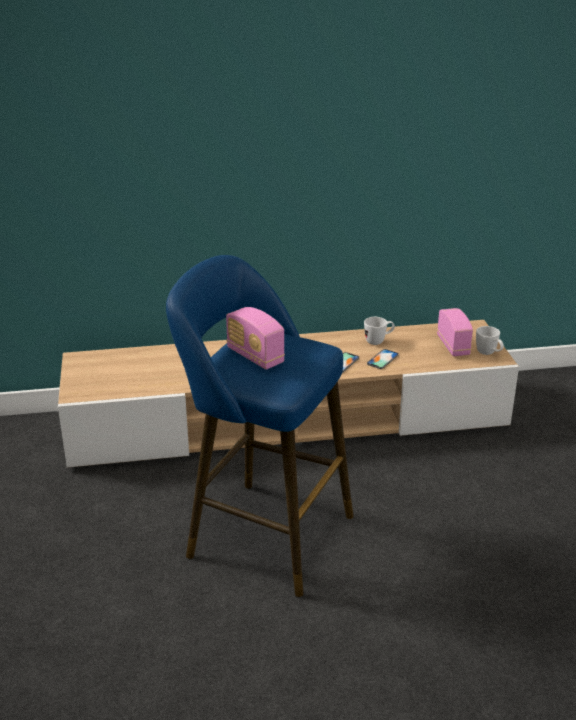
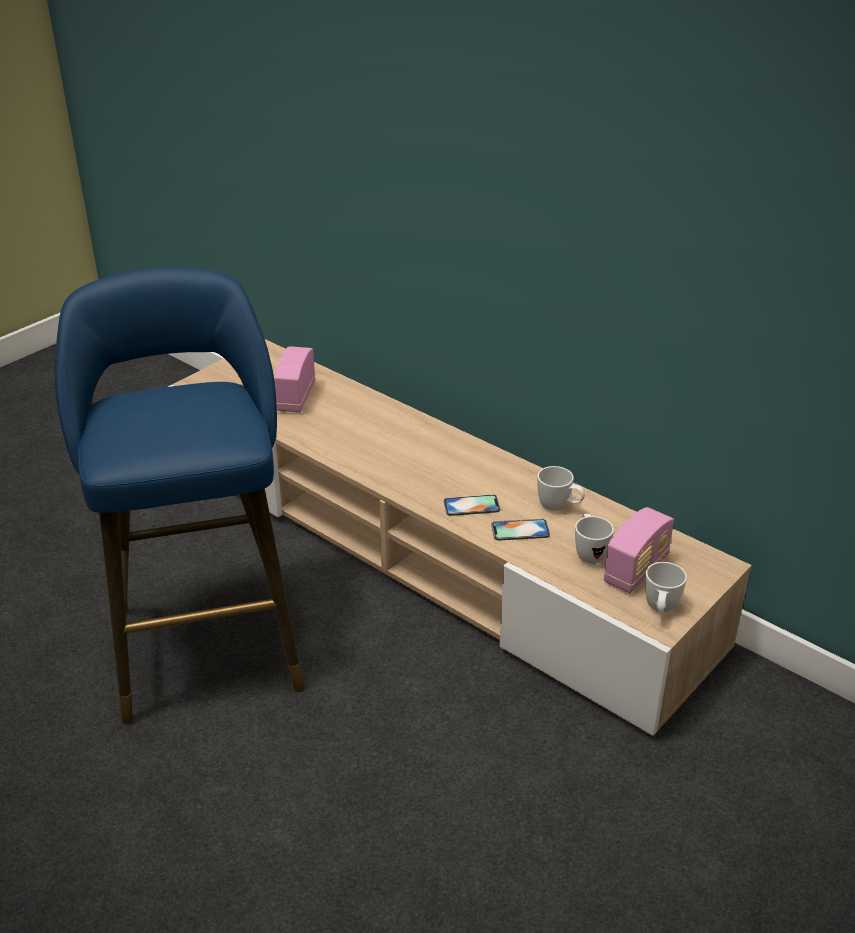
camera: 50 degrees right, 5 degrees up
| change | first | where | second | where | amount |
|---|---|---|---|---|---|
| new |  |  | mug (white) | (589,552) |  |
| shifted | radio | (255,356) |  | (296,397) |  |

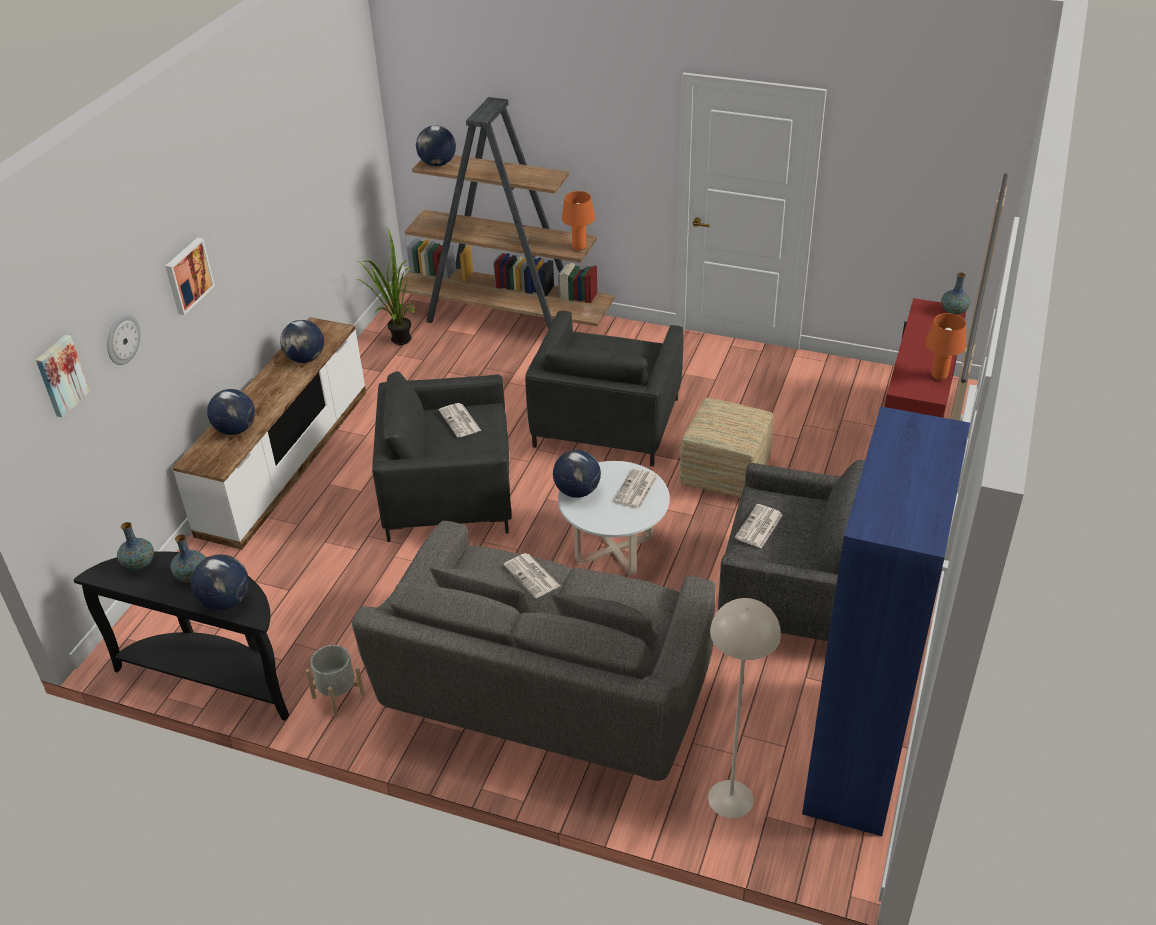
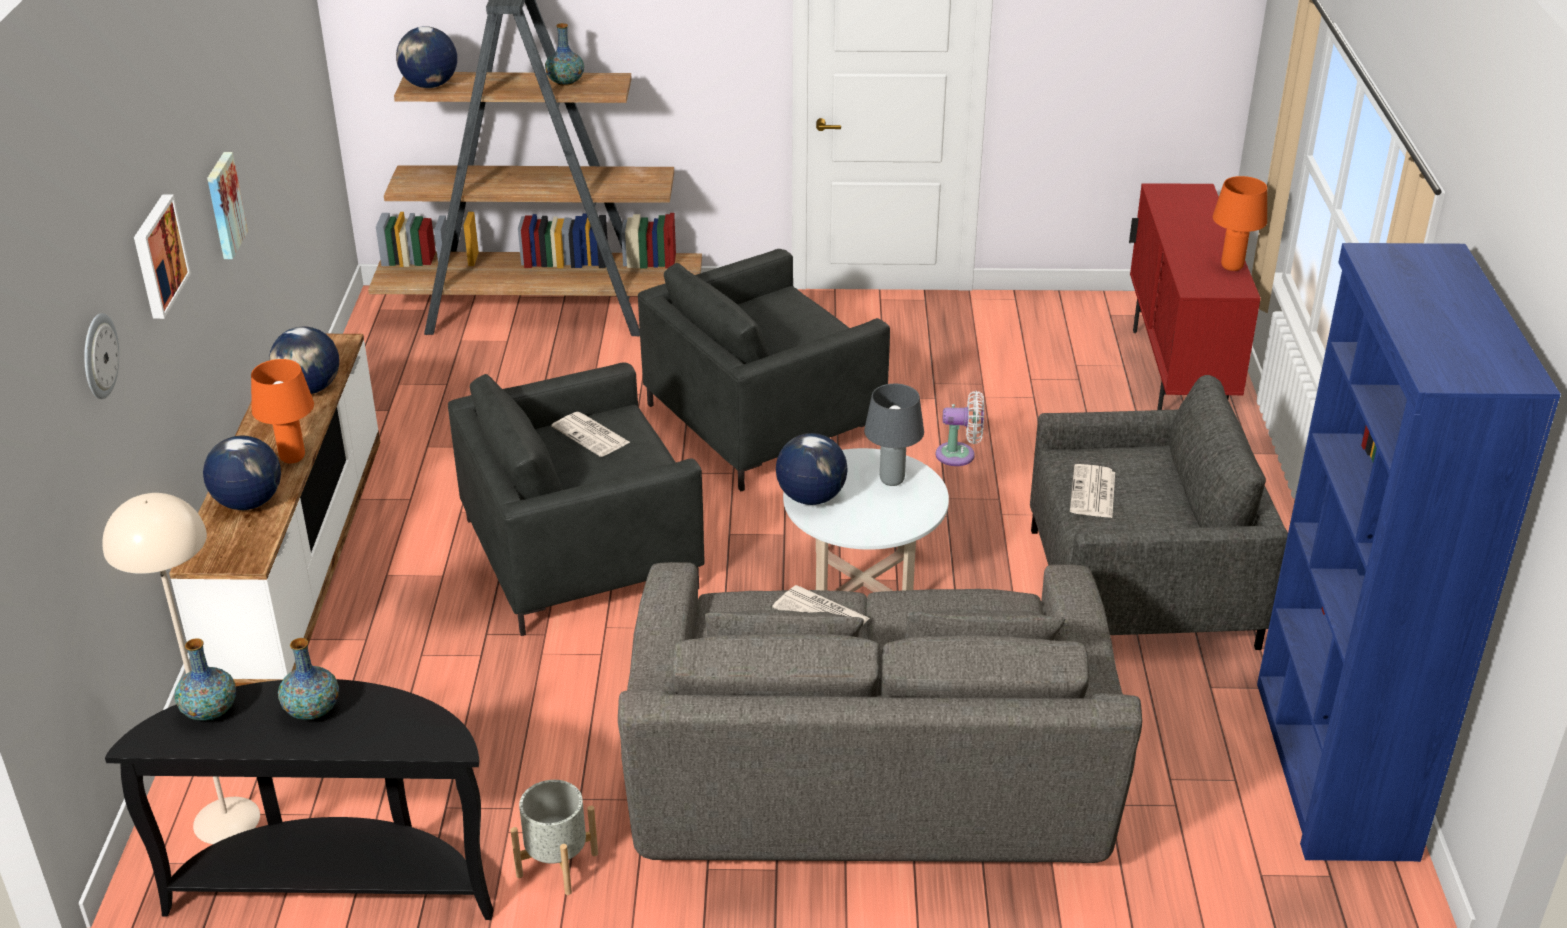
camera: 20 degrees left, 5 degrees down
| change | first | where | second | where | amount |
|---|---|---|---|---|---|
| gone | globe | (226,601) |  |  |  |
| gone | potted plant | (396,341) |  |  |  |
| shifted | picture | (60,375) |  | (223,205) |  |
| shifted | table lamp (orange) | (578,247) |  | (292,458) |  |
| shifted | floor lamp (beige) | (730,798) |  | (226,820) |  |
| shifted | vase | (953,311) |  | (565,82) |  |
| swapped | newspaper | (636,490) | table lamp (grey) | (892,481) |  |
| swapped | ottoman | (724,472) | fan (white) | (960,455) |  |
| rotated | armchair (grey) | (606,422) |  | (761,421) | 60 degrees clockwise |

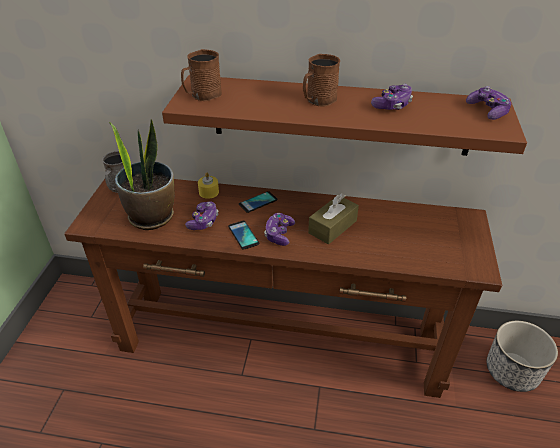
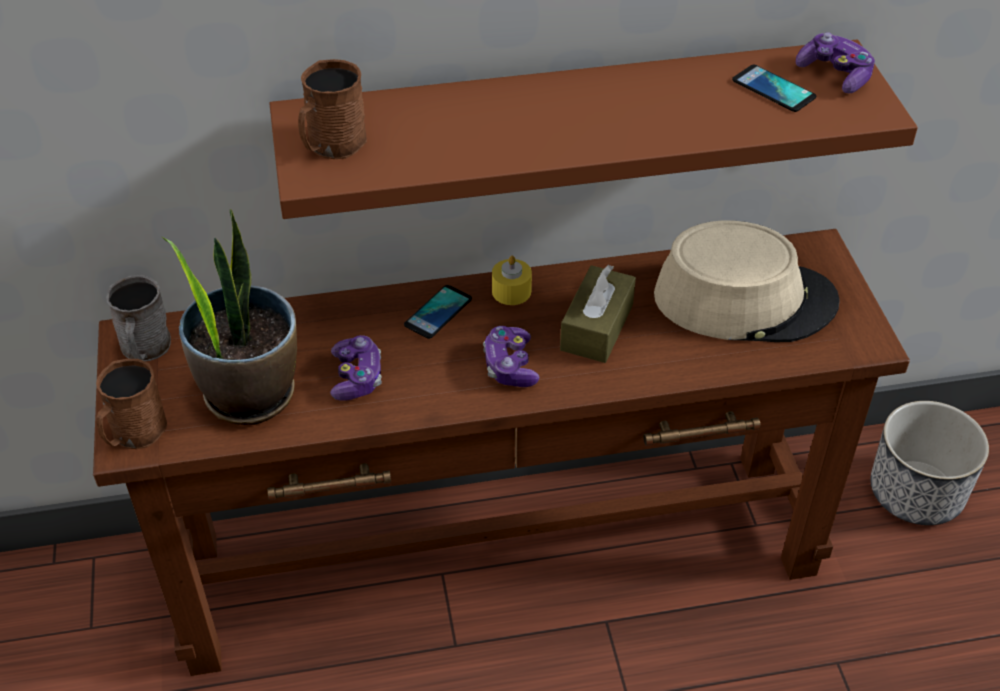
camera: 20 degrees left, 5 degrees up
| change | first | where | second | where | amount |
|---|---|---|---|---|---|
| gone | game controller | (392,105) |  |  |  |
| new |  |  | hat (beige) | (744,299) |  |
| shifted | candle (yellow) | (209,192) |  | (511,291) |  |
| shifted | phone | (243,235) |  | (773,89) |  |
| shifted | mug (brown) | (318,100) |  | (134,434) |  |

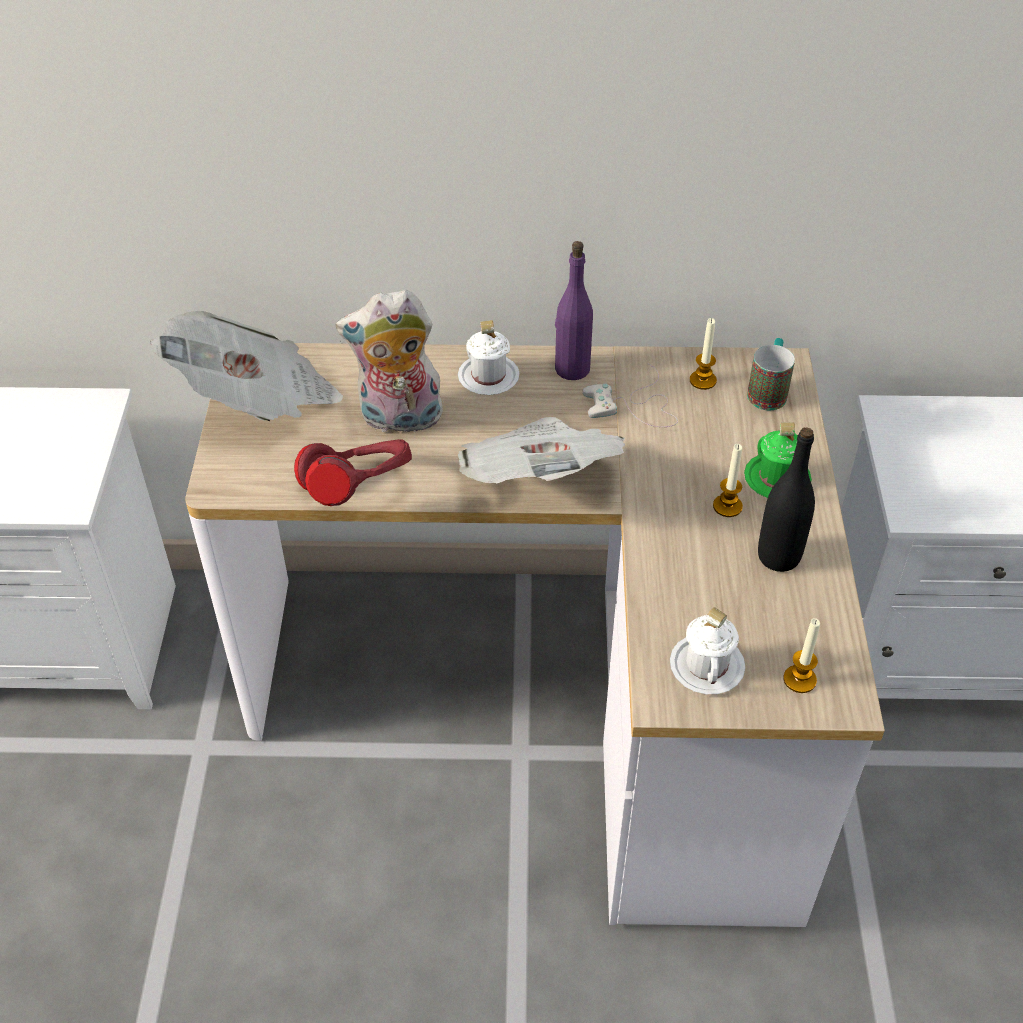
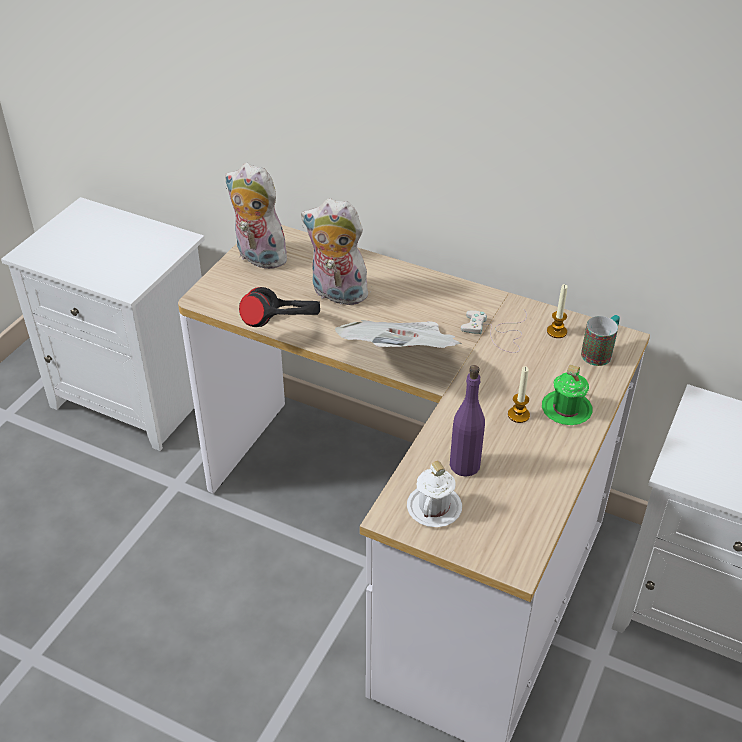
camera: 25 degrees right, 5 degrees down
| change | first | where | second | where | amount |
|---|---|---|---|---|---|
| gone | mug (white) | (488,377) |  |  |  |
| gone | bottle (black) | (778,557) |  |  |  |
| gone | candle | (799,679) |  |  |  |
| shifted | bottle (purple) | (572,368) |  | (464,465) |  |
| swapped | newspaper | (257,400) | plush toy | (257,257) |  |
| repainted | headphones (red) | (358,492) | headphones (black) | (282,328) |  |

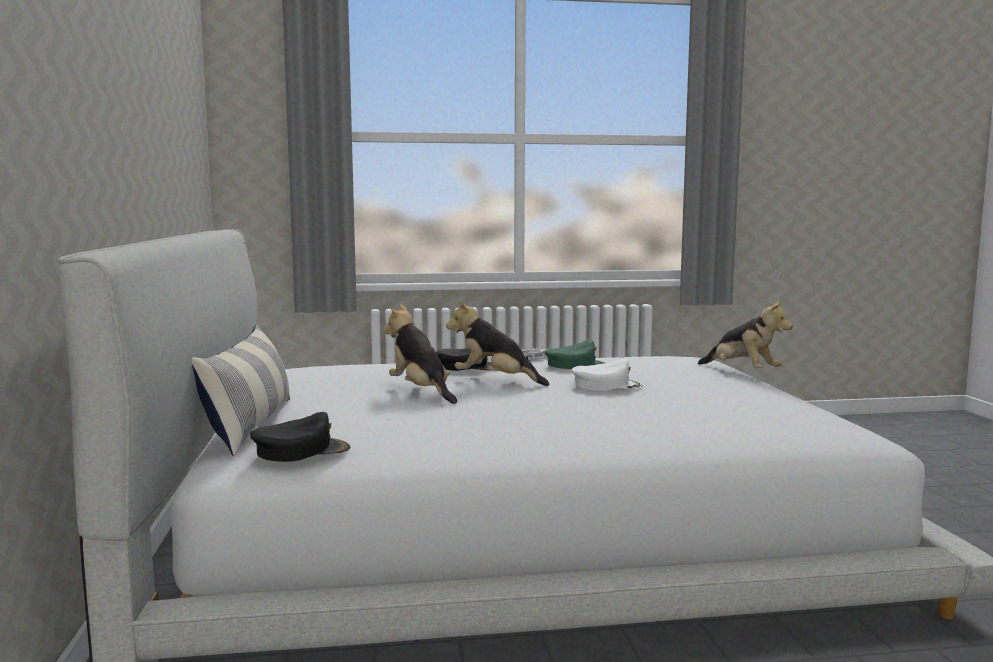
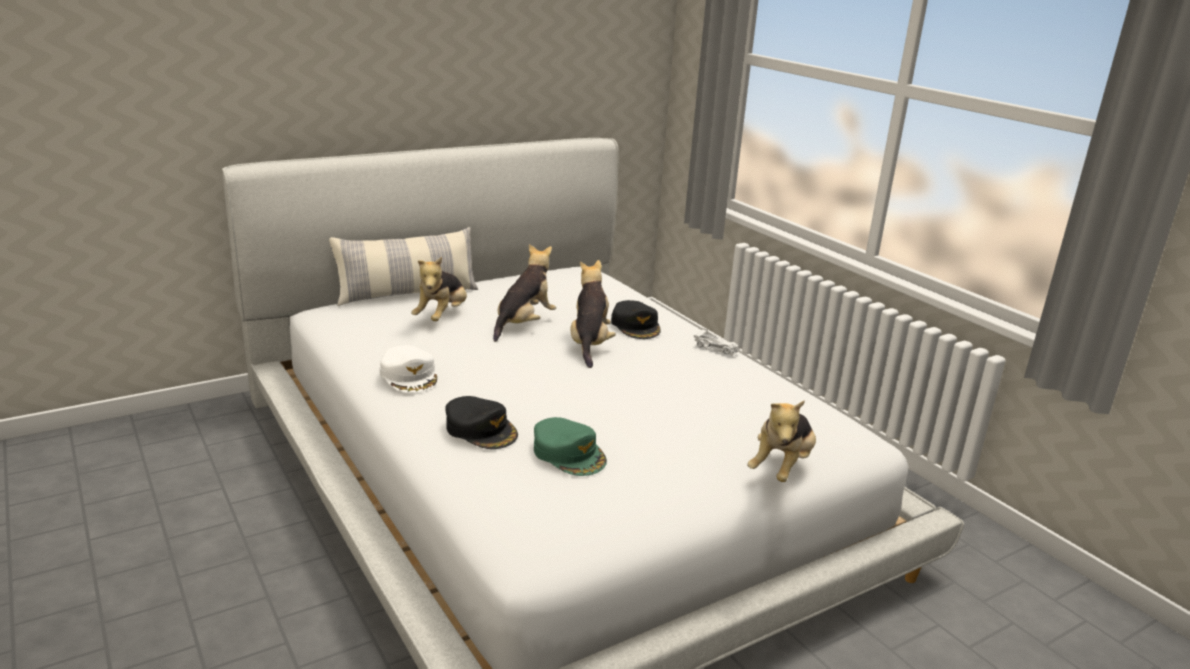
camera: 65 degrees right, 15 degrees up
| change | first | where | second | where | amount |
|---|---|---|---|---|---|
| new |  |  | plush toy | (442,316) |  |
| shifted | cap (black) | (301,451) |  | (481,429) |  |
| shifted | cap (green) | (575,365) |  | (569,454) |  |
| shifted | cap (white) | (607,385) |  | (409,376) |  |

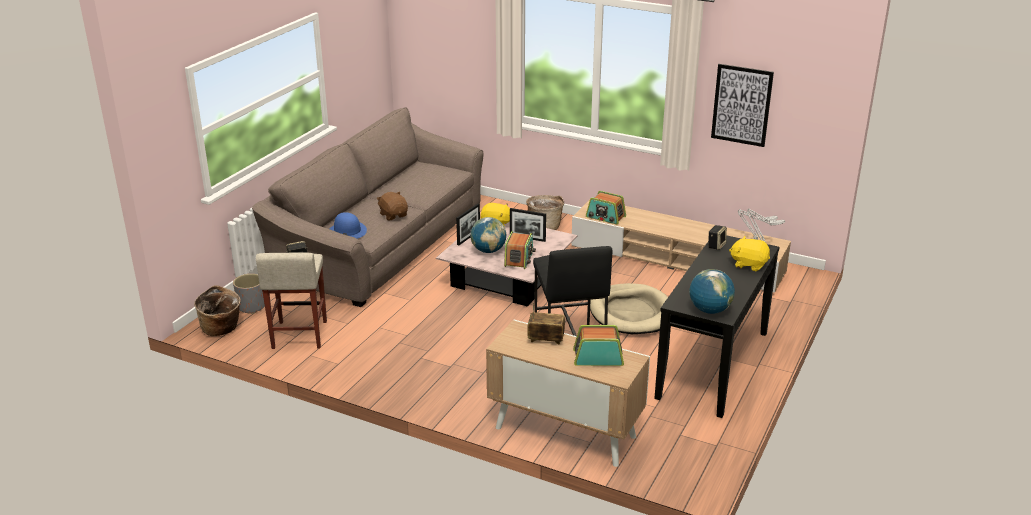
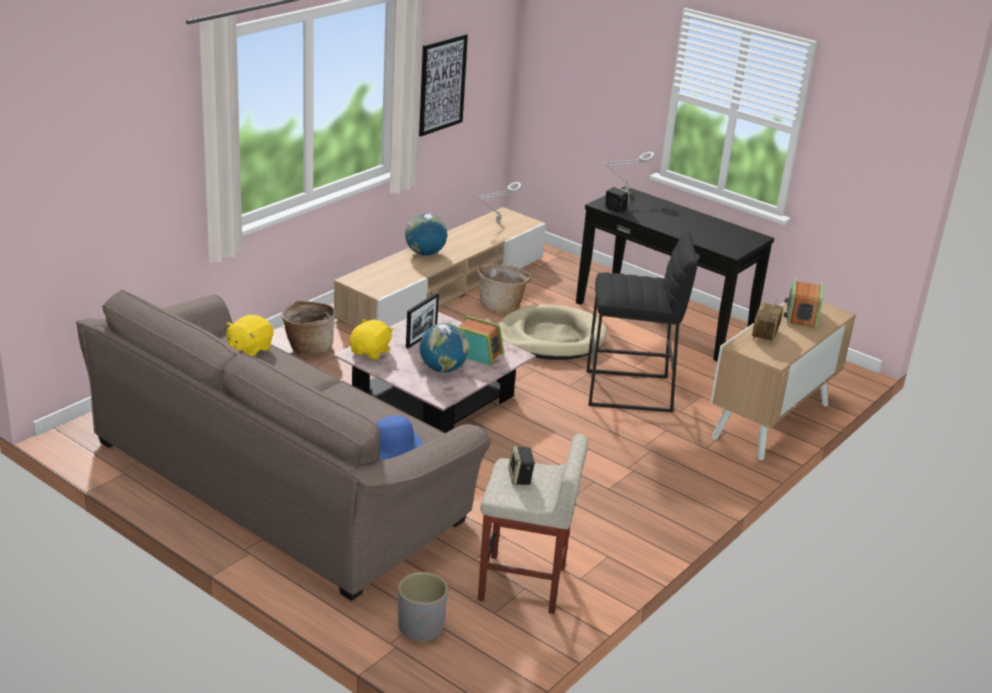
camera: 80 degrees left, 0 degrees up
| change | first | where | second | where | amount |
|---|---|---|---|---|---|
| gone | plush toy (brown) | (393,215) |  |  |  |
| gone | picture frame | (468,237) |  |  |  |
| gone | radio | (605,217) |  |  |  |
| shifted | basket | (222,329) |  | (501,305) |  |
| shifted | globe | (709,310) |  | (425,253) |  |
| shifted | plush toy (yellow) | (749,264) |  | (249,349) |  |

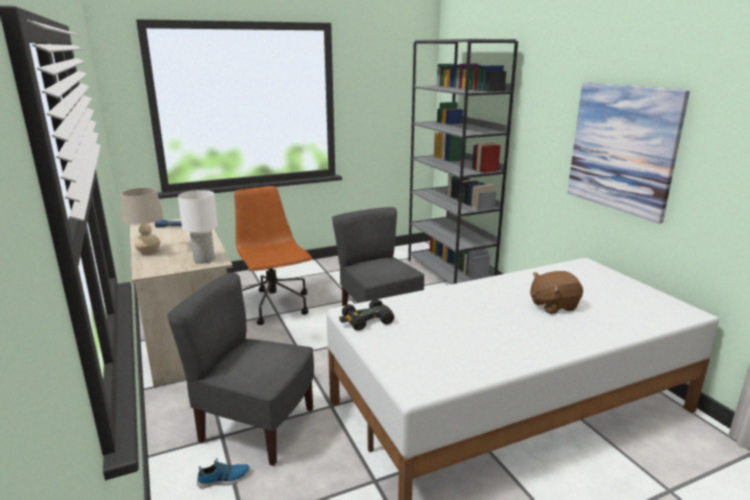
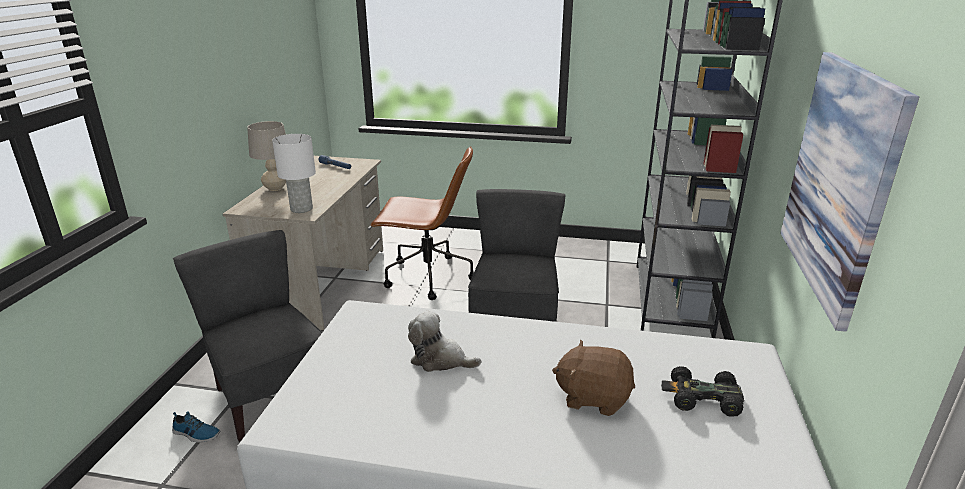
camera: 35 degrees right, 5 degrees up
| change | first | where | second | where | amount |
|---|---|---|---|---|---|
| new |  |  | plush toy | (440,359) |  |
| shifted | toy car (black) | (367,321) |  | (702,398) |  |
| rotated | office chair (brown) | (274,306) |  | (427,277) | 90 degrees clockwise |

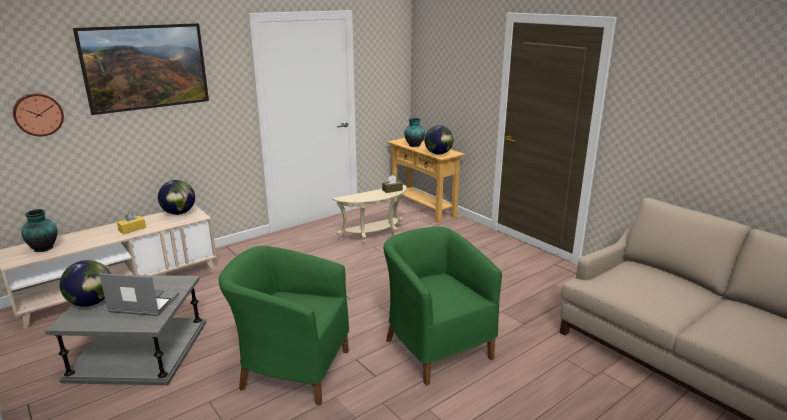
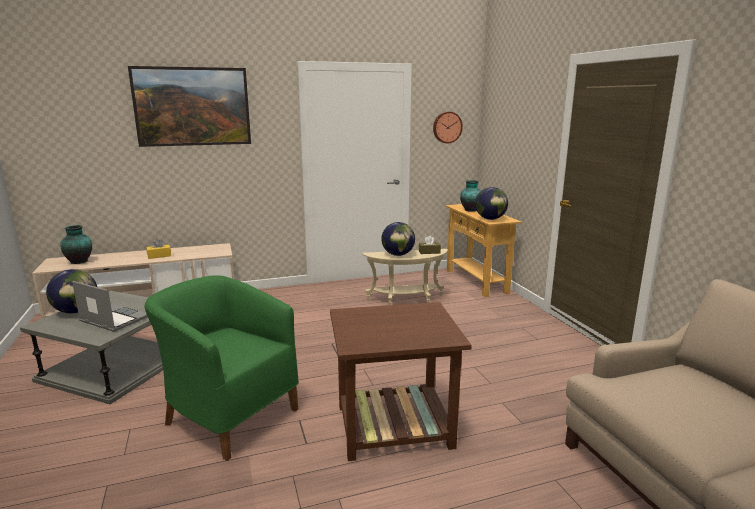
camera: 20 degrees right, 5 degrees down
| change | first | where | second | where | amount |
|---|---|---|---|---|---|
| shifted | wall clock | (38,114) |  | (447,127) |  |
| shifted | globe | (179,213) |  | (398,255) |  |
| swapped | armchair (green) | (435,346) | side table (brown) | (395,426) |  |

